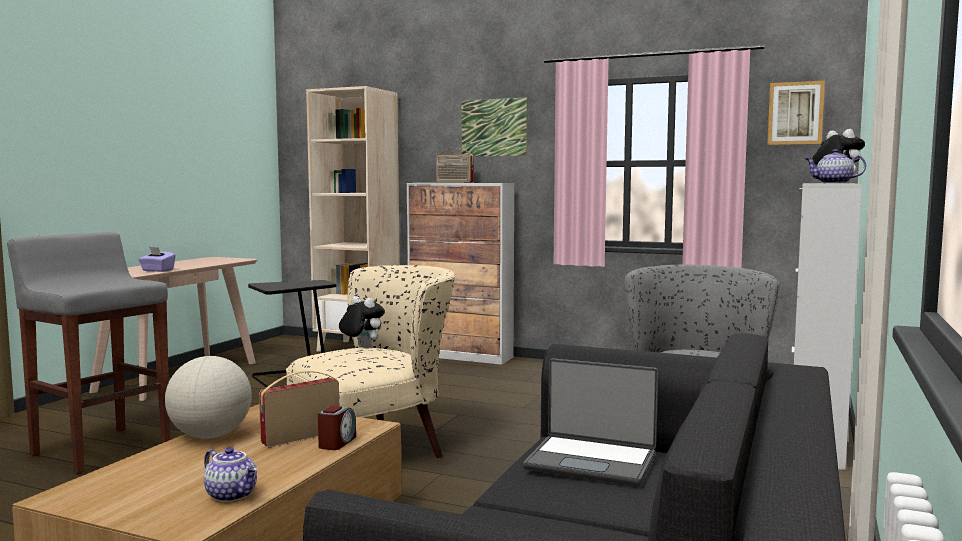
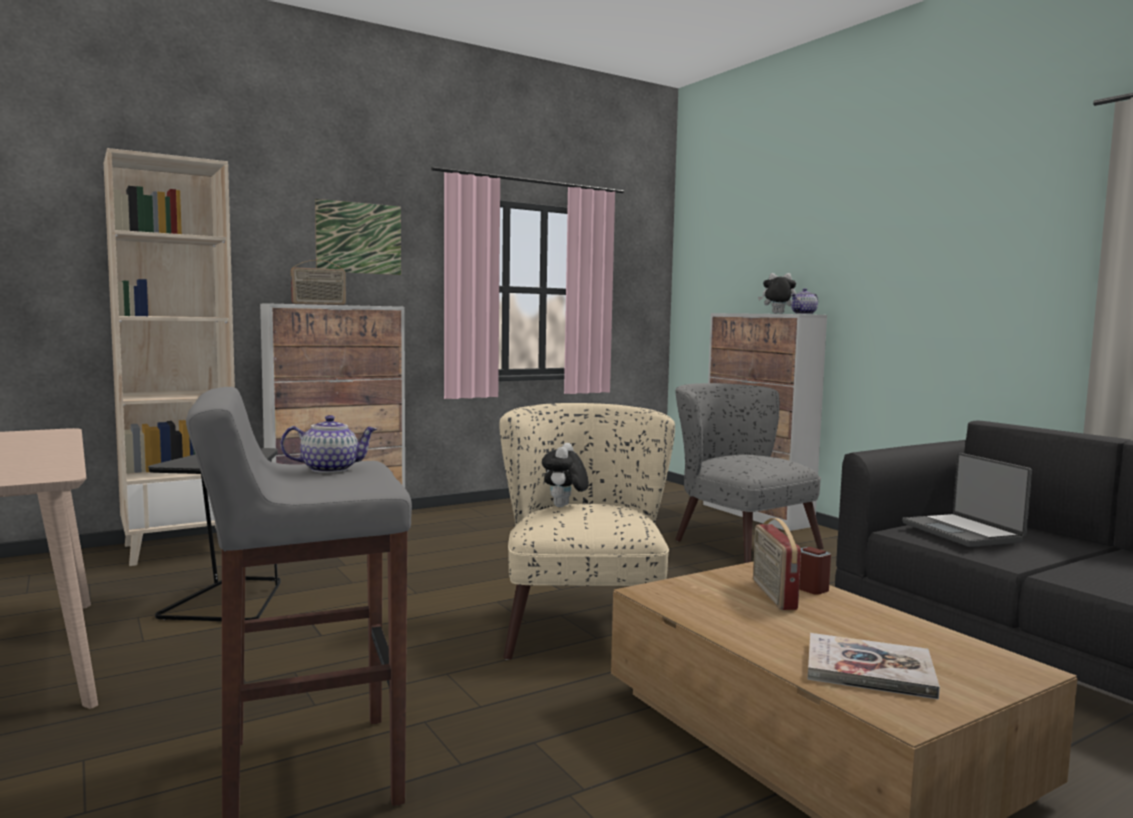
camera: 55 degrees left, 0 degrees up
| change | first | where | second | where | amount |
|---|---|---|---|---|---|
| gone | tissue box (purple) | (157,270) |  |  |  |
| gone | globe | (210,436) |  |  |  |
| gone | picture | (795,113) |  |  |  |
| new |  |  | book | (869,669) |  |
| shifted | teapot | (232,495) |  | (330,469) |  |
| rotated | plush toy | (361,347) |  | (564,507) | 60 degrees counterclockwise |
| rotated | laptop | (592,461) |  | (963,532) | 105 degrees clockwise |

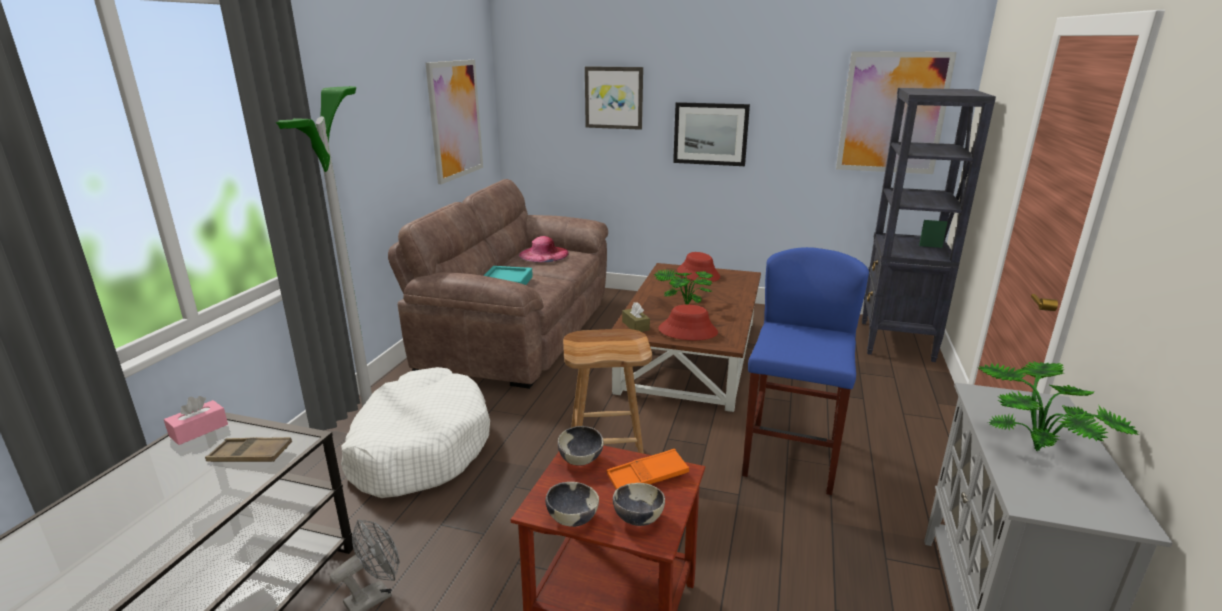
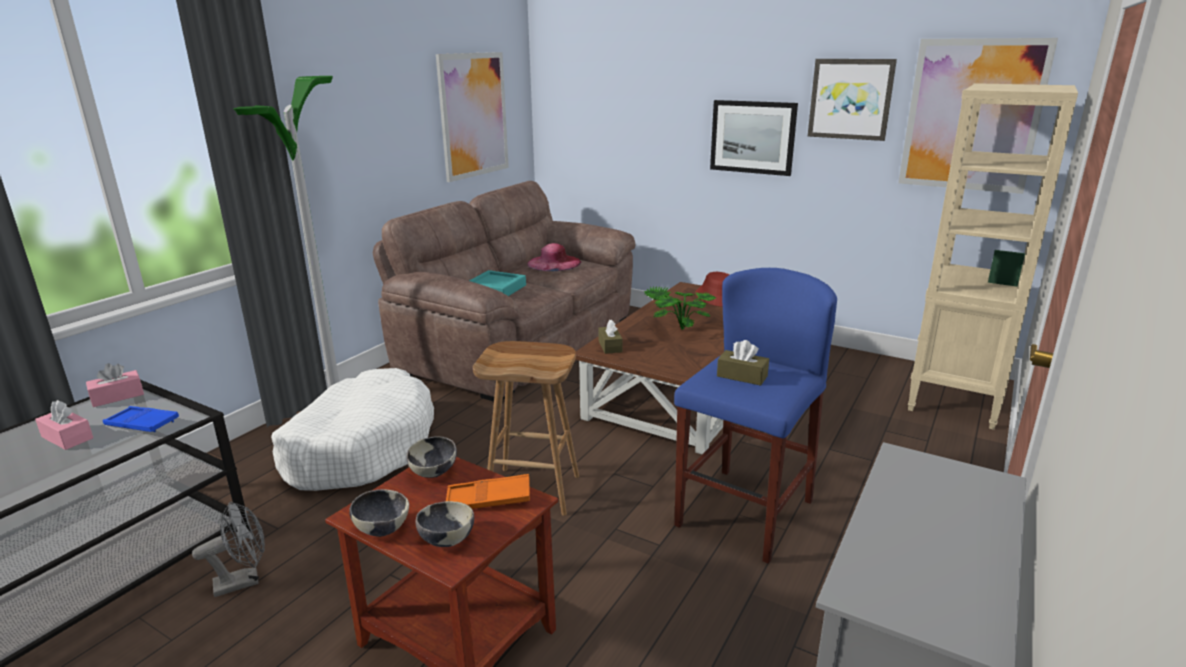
camera: 15 degrees right, 0 degrees up
| change | first | where | second | where | amount |
|---|---|---|---|---|---|
| gone | hat (red) | (688,331) |  |  |  |
| gone | potted plant | (1037,446) |  |  |  |
| new |  |  | tissue box (pink) | (67,437) |  |
| new |  |  | tissue box (brown) | (742,376) |  |
| shifted | picture | (614,97) |  | (850,99) |  |
| repainted | tray (brown) | (250,455) | tray (blue) | (142,424) |  |
| repainted | bookcase (black) | (896,341) | bookcase (beige) | (954,399) |  |

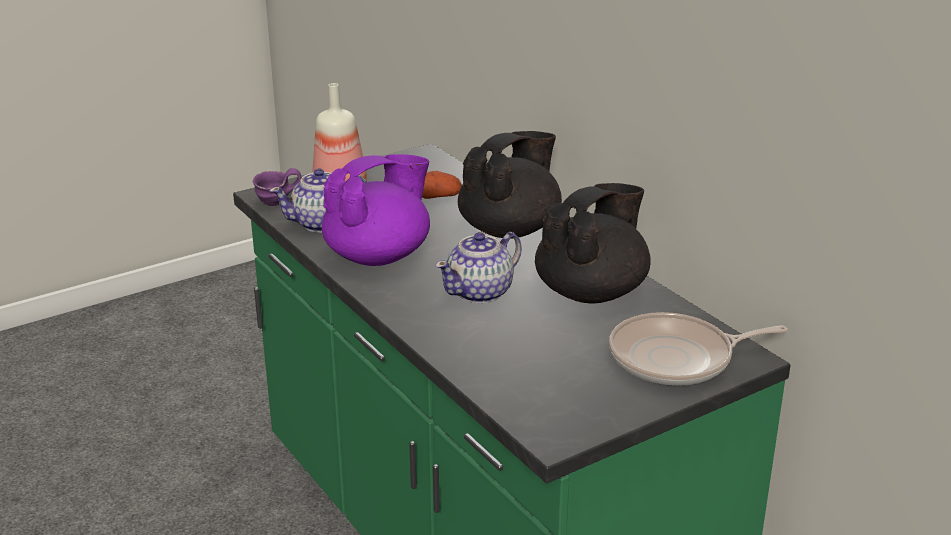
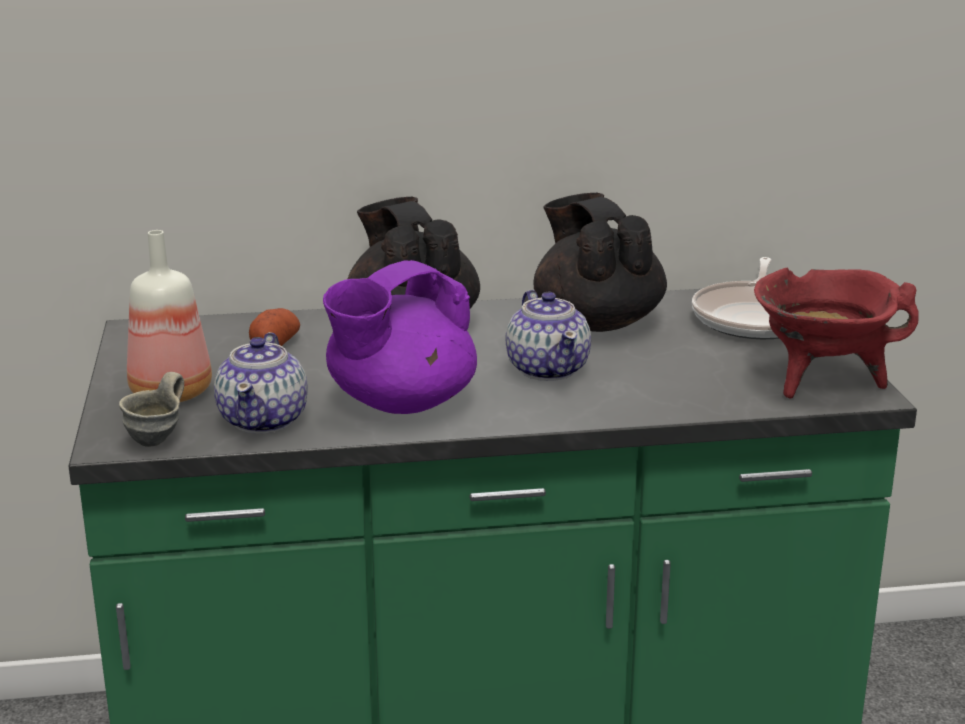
camera: 65 degrees left, 5 degrees down
| change | first | where | second | where | amount |
|---|---|---|---|---|---|
| new |  |  | cooking pot (red) | (822,382) |  |
| repainted | mug (purple) | (276,204) | mug (grey) | (159,439) |  |
| rotated | teapot (purple) | (379,256) |  | (400,403) | 120 degrees counterclockwise |

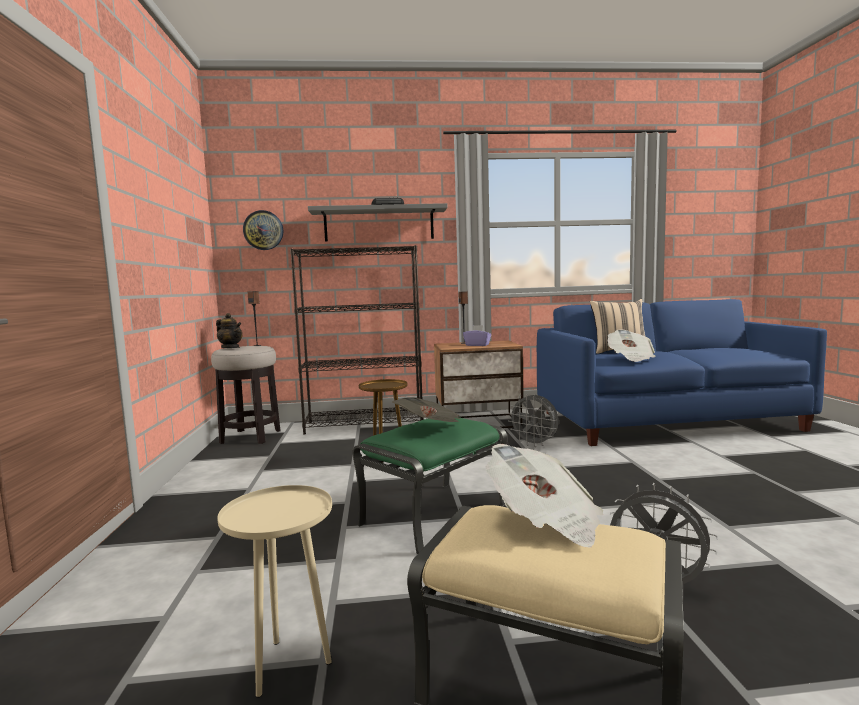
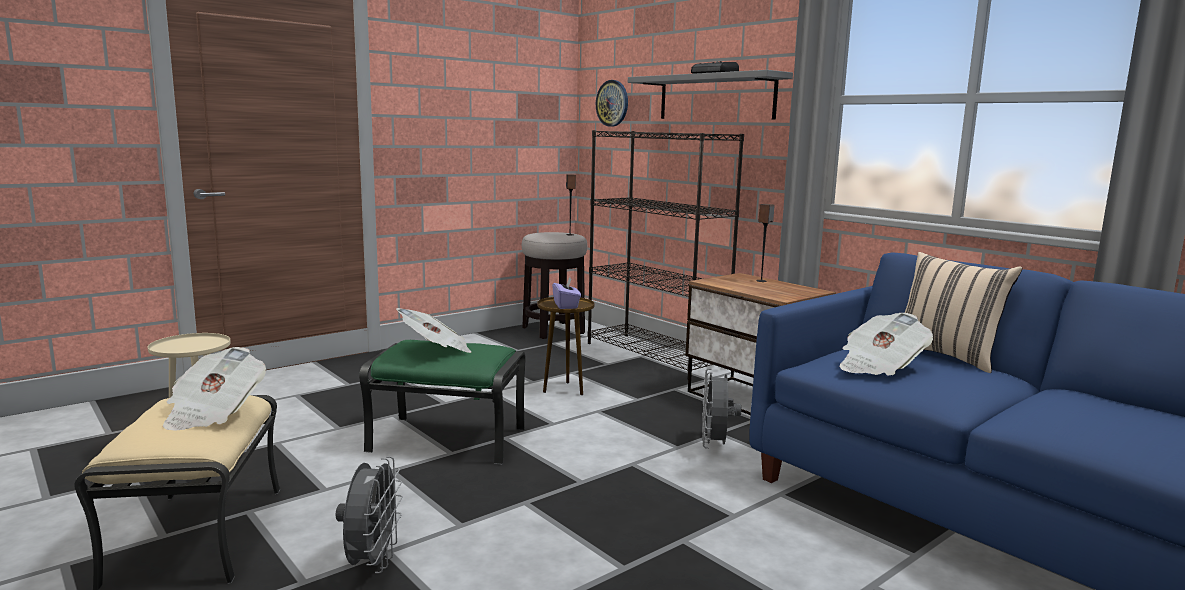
camera: 55 degrees right, 5 degrees up
| change | first | where | second | where | amount |
|---|---|---|---|---|---|
| gone | teapot | (230,348) |  |  |  |
| shifted | tissue box (purple) | (477,345) |  | (566,305) |  |

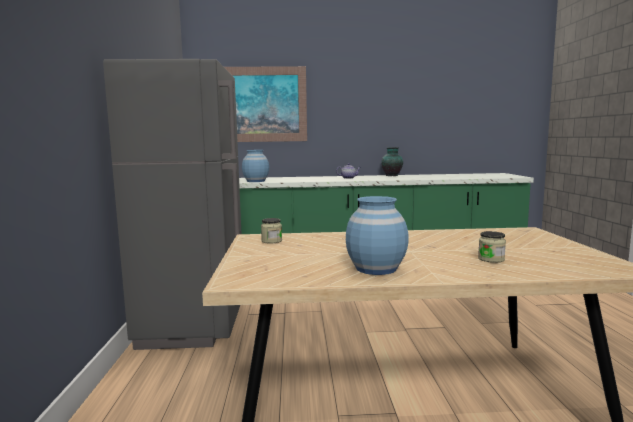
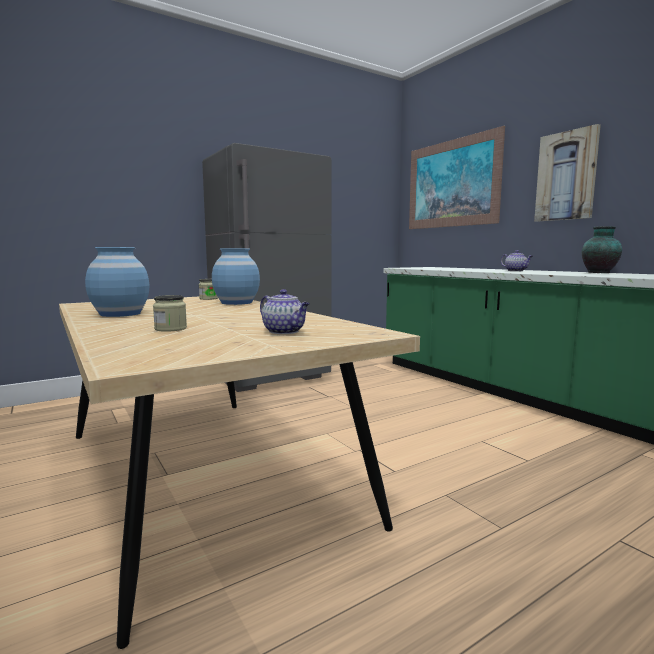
camera: 60 degrees right, 0 degrees up
| change | first | where | second | where | amount |
|---|---|---|---|---|---|
| new |  |  | teapot | (285,332) |  |
| new |  |  | picture | (566,176) |  |
| shifted | vase (blue) | (256,181) |  | (236,302) |  |

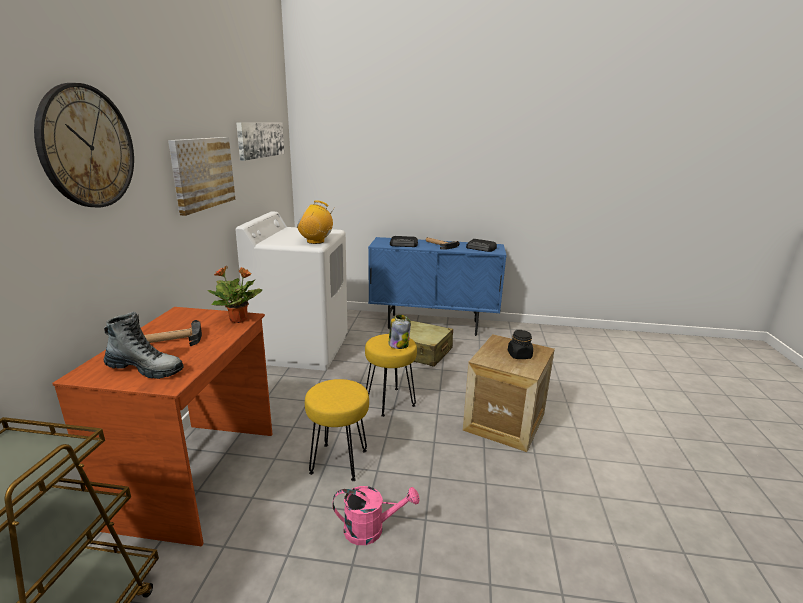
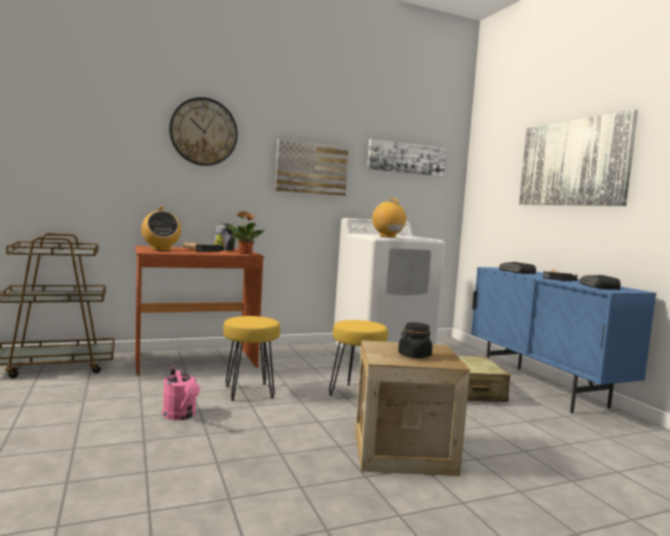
camera: 60 degrees right, 15 degrees down
| change | first | where | second | where | amount |
|---|---|---|---|---|---|
| new |  |  | picture | (573,163) |  |
| shifted | jar | (398,344) |  | (224,249) |  |
| swapped | boot | (146,369) | radio | (160,249) |  |

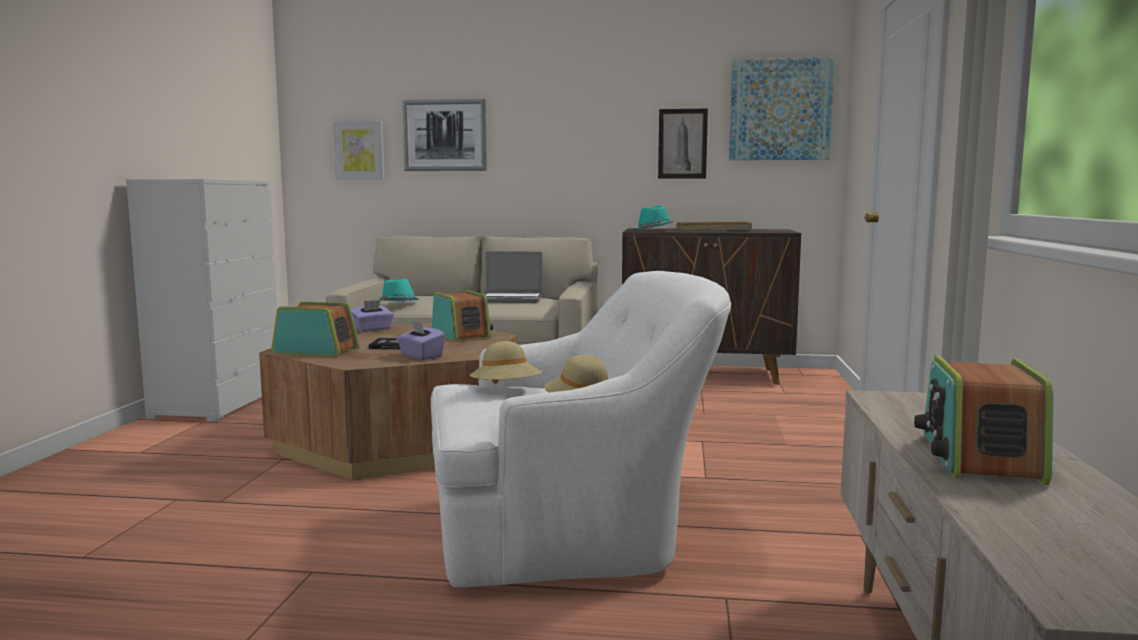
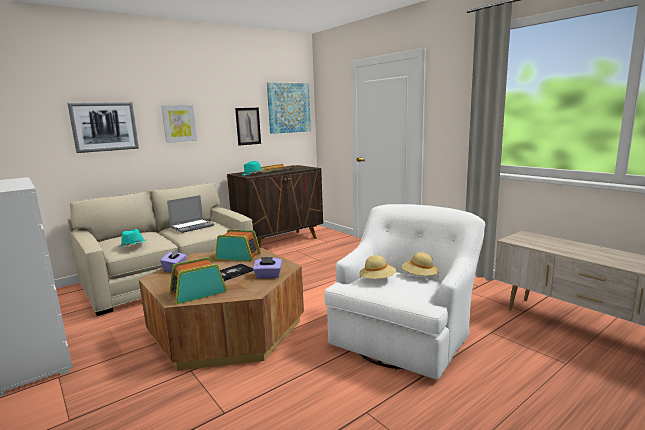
camera: 45 degrees left, 5 degrees up
| change | first | where | second | where | amount |
|---|---|---|---|---|---|
| gone | radio | (979,458) |  |  |  |
| shifted | picture | (359,150) |  | (179,123) |  |

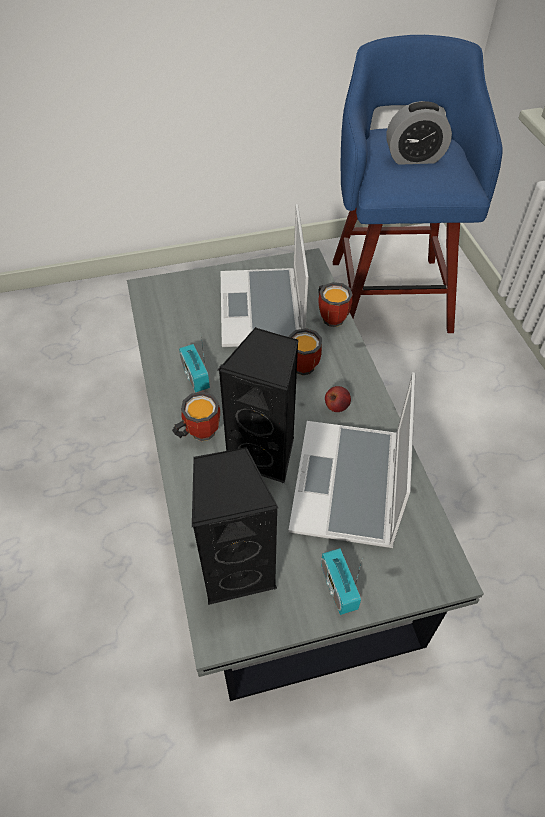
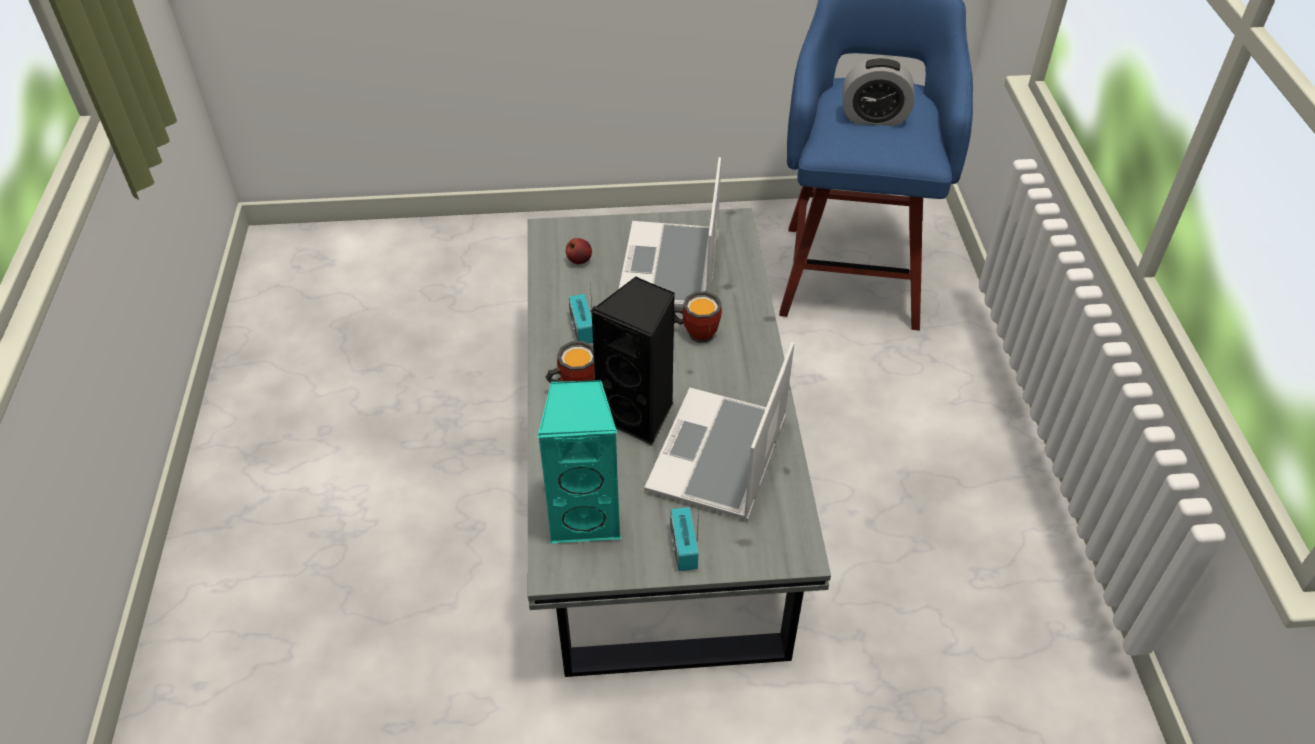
camera: 10 degrees right, 5 degrees down
| change | first | where | second | where | amount |
|---|---|---|---|---|---|
| gone | mug | (332,316) |  |  |  |
| shifted | apple | (336,407) |  | (579,260) |  |
| repainted | speaker (black) | (237,568) | speaker (turquoise) | (586,516) |  |

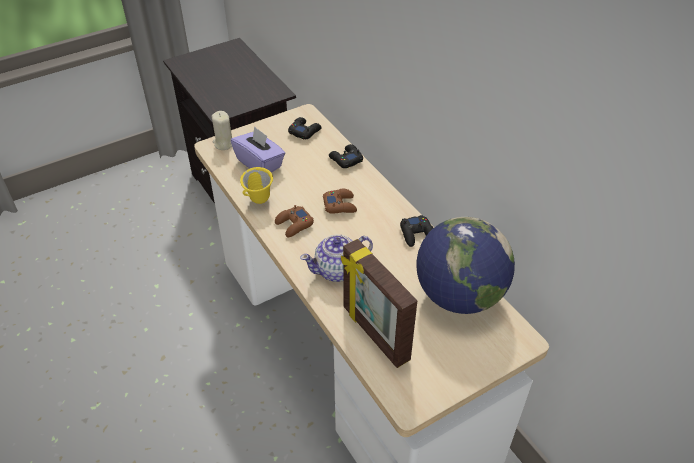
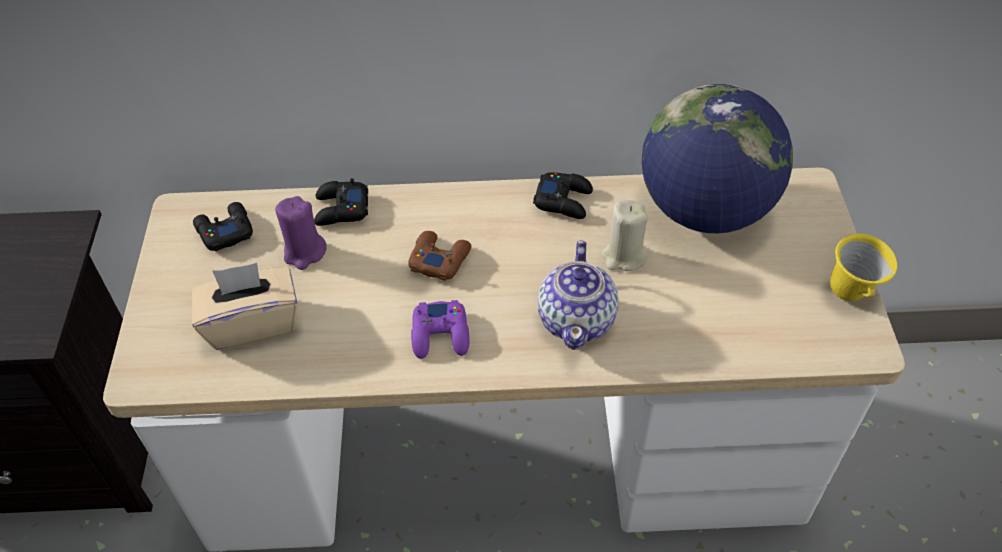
camera: 60 degrees left, 5 degrees up
| change | first | where | second | where | amount |
|---|---|---|---|---|---|
| gone | picture frame | (374,334) |  |  |  |
| new |  |  | candle (purple) | (304,252) |  |
| shifted | candle (beige) | (224,143) |  | (623,257) |  |
| shifted | mug (yellow) | (259,201) |  | (850,294) |  |
| repainted | tissue box (purple) | (260,163) | tissue box (beige) | (252,323) |  |
| repainted | game controller (brown) | (294,225) | game controller (purple) | (441,335) |  |

